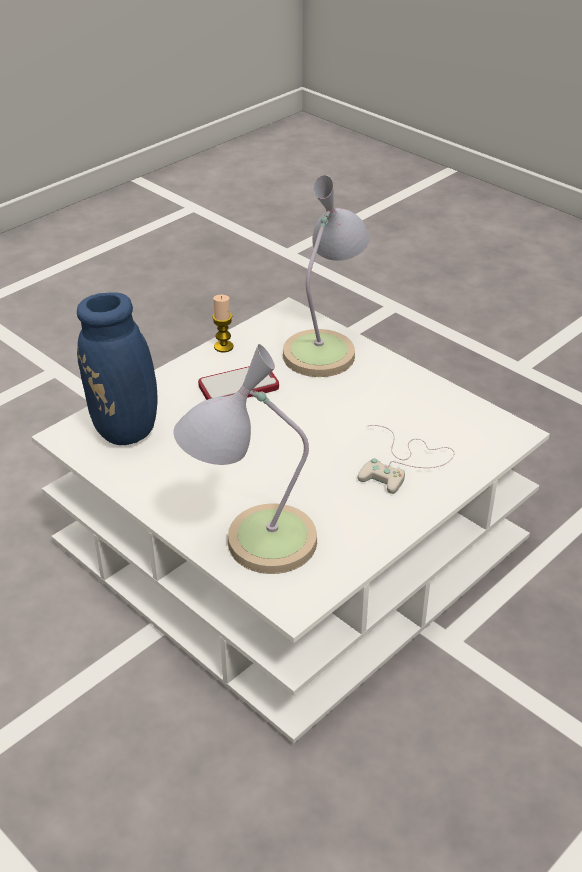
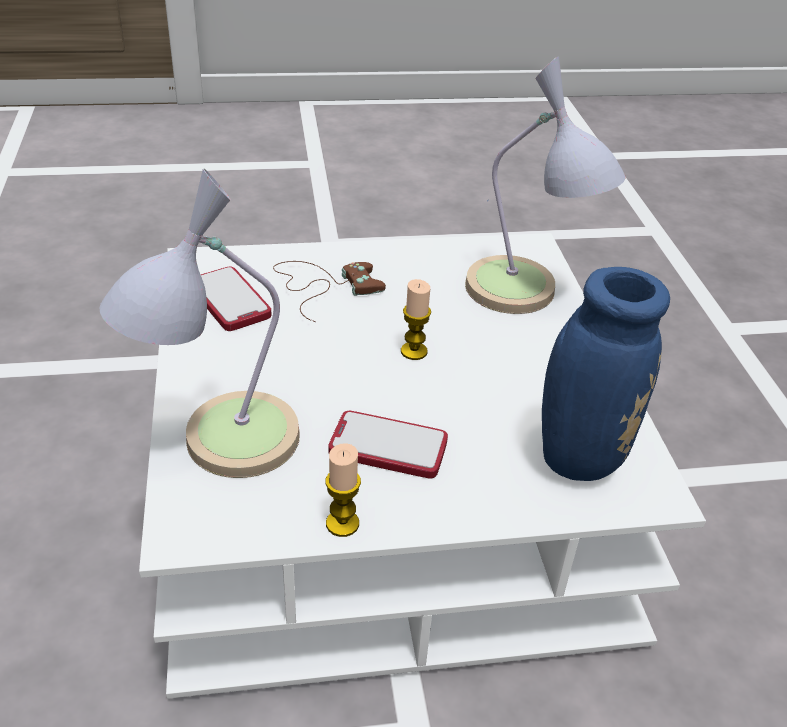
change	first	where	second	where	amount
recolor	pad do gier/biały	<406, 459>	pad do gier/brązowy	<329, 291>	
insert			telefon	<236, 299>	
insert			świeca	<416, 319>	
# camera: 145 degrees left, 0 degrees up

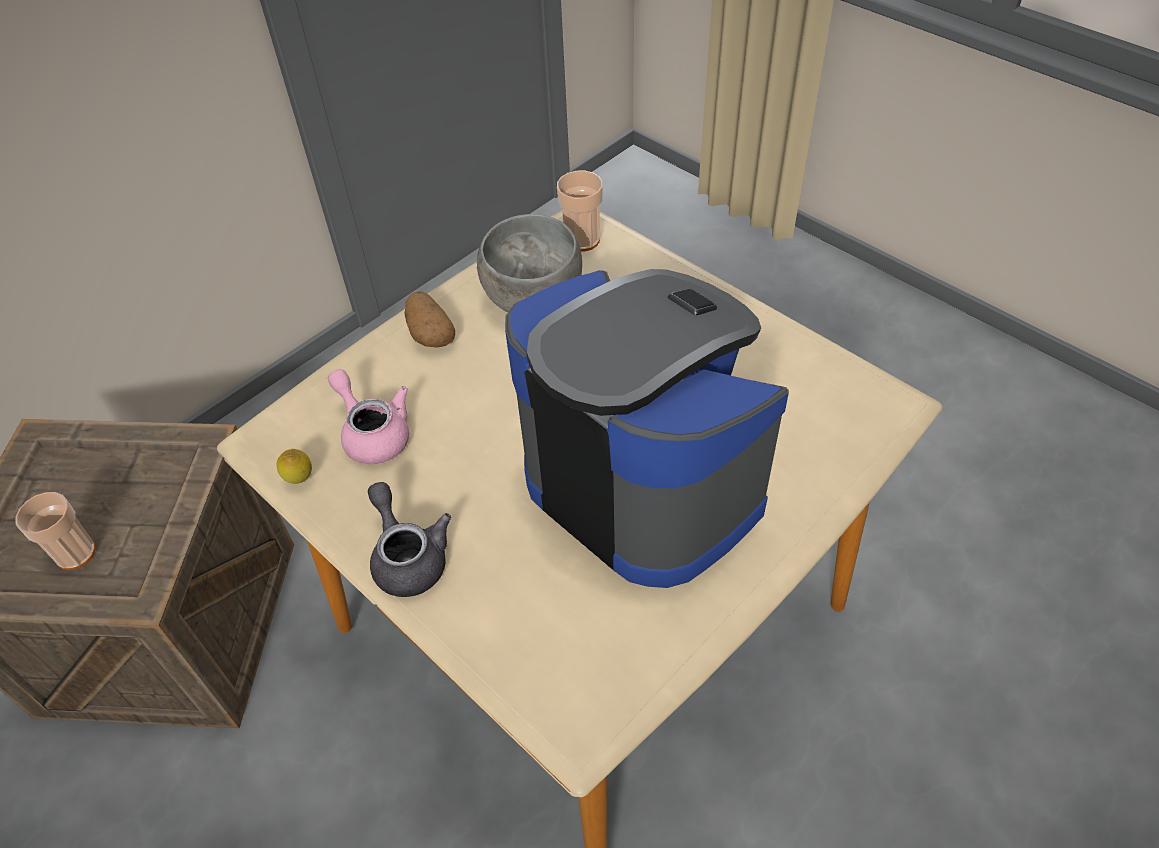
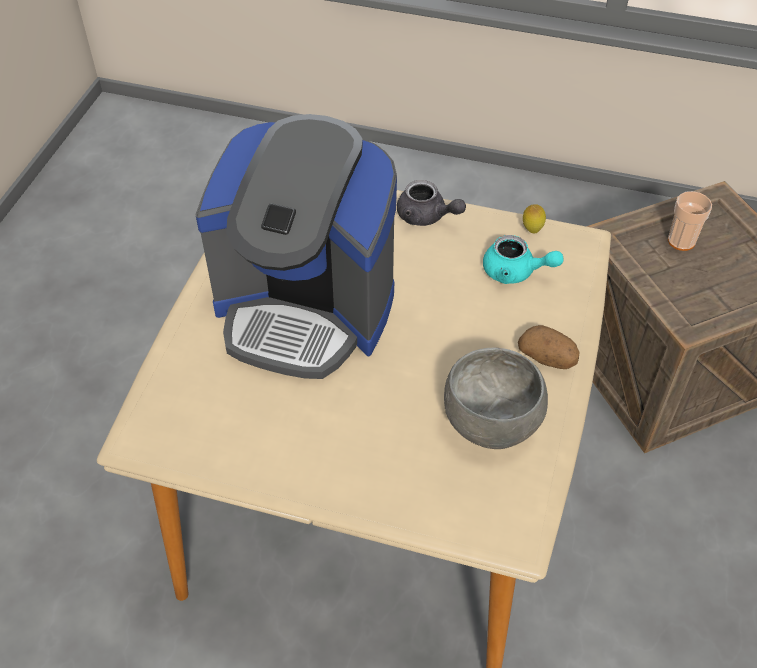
change	first	where	second	where	amount
recolor	imbryk/różowy	<368, 416>	imbryk/turkusowy	<523, 259>	
delete	filiżanka	<580, 211>			
# camera: 150 degrees right, 0 degrees up

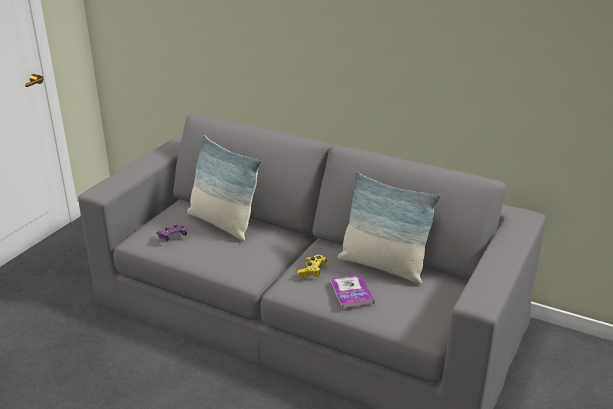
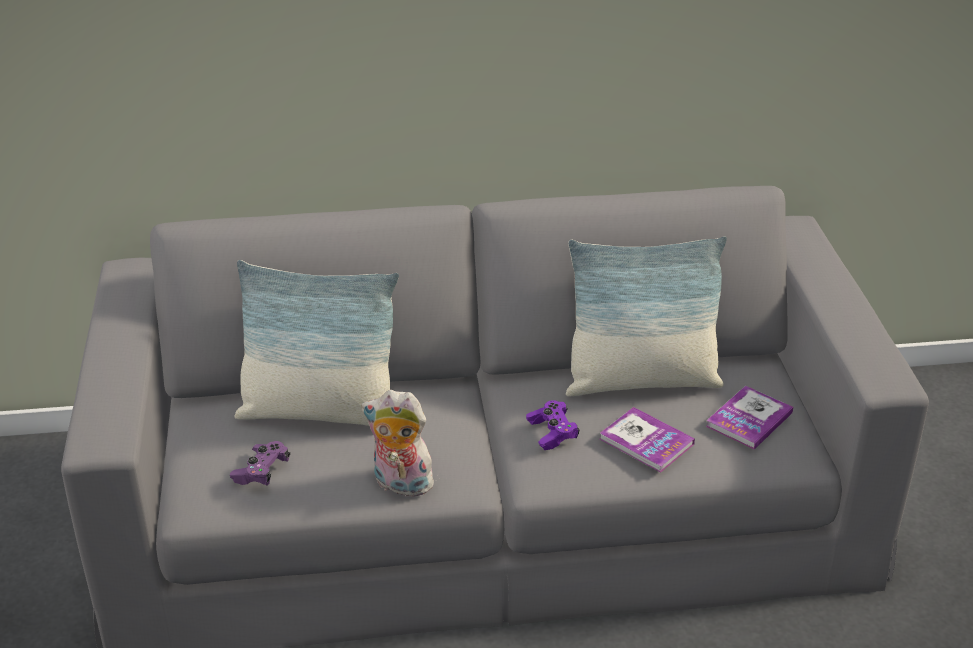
change	first	where	second	where	amount
recolor	pad do gier/żółty	<312, 266>	pad do gier/fioletowy	<553, 425>	
insert			pluszak	<399, 445>	
insert			książka	<749, 417>	
# camera: 35 degrees left, 5 degrees up

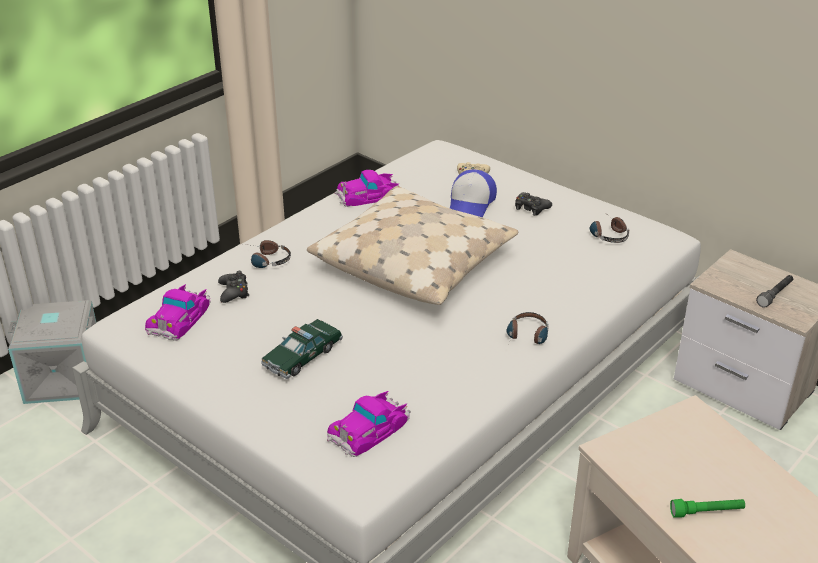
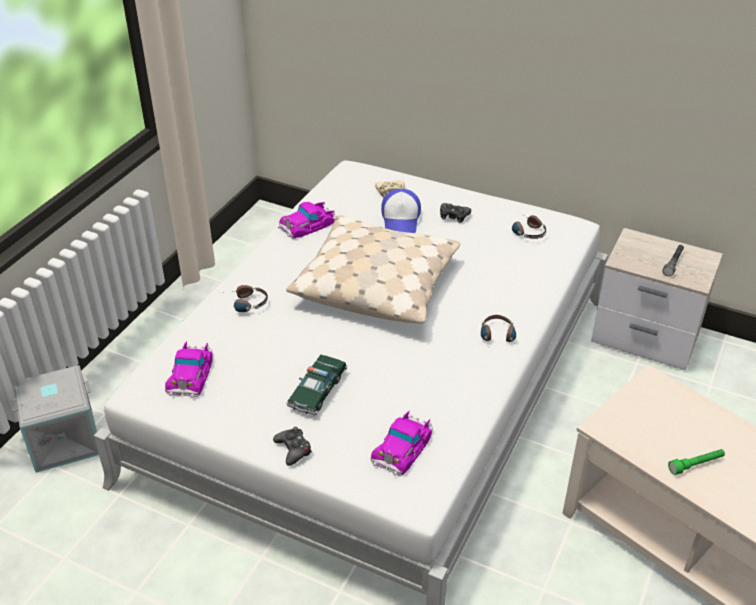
change	first	where	second	where	amount
move	pad do gier/czarny	<233, 287>		<292, 446>	
# camera: 15 degrees left, 5 degrees up

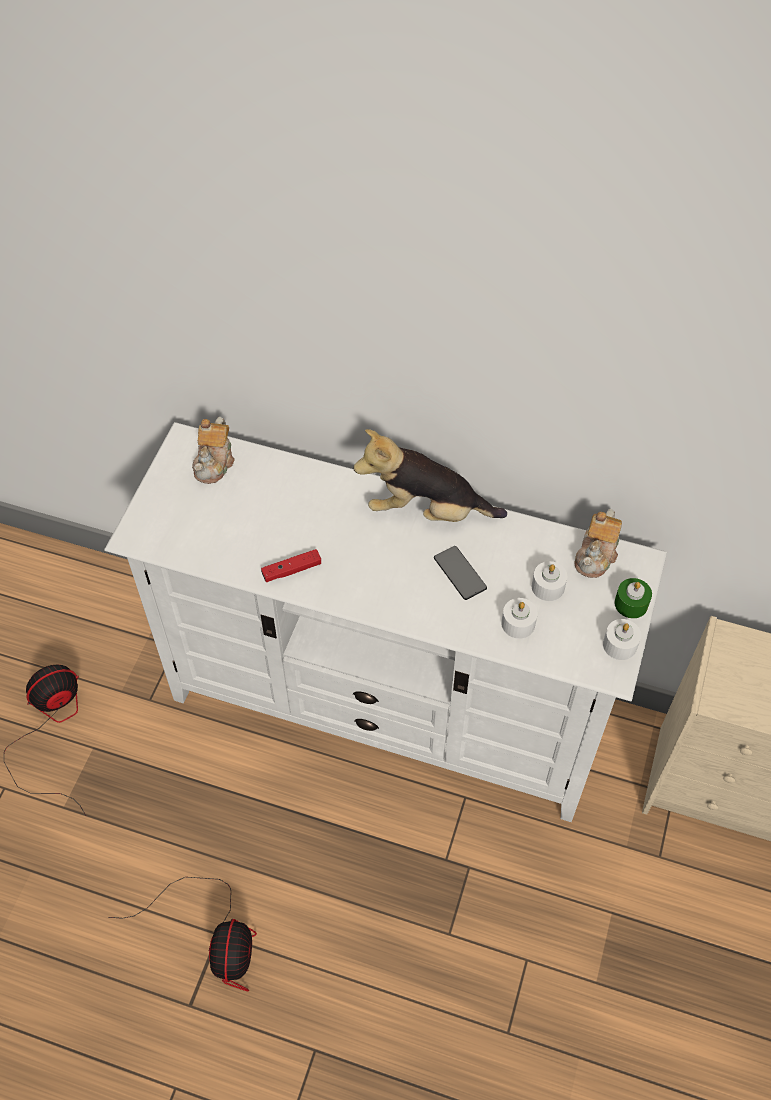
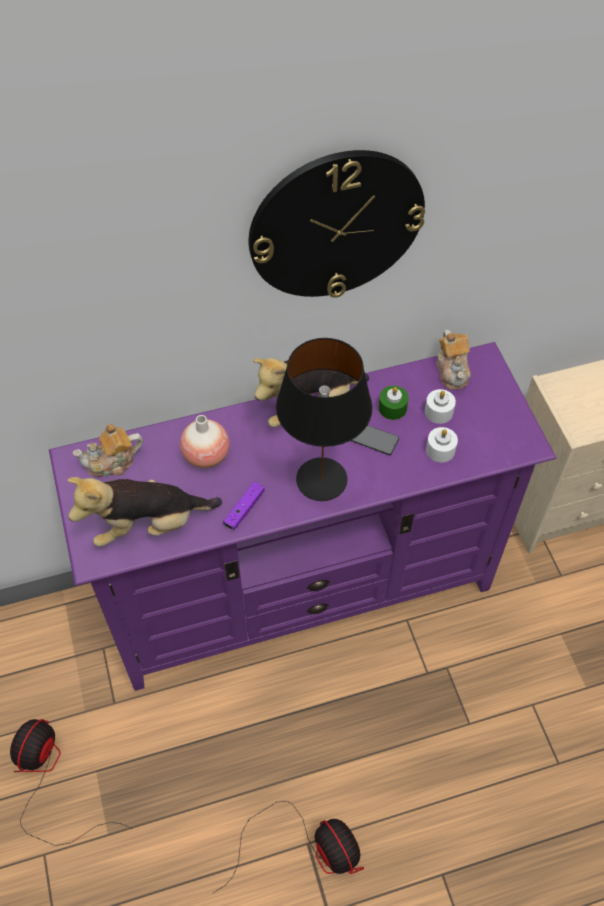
change	first	where	second	where	amount
recolor	szafka pod telewizor/biały	<385, 622>	szafka pod telewizor/fioletowy	<302, 516>	
rotate	imbryk	<213, 450>		<107, 450>	90 degrees clockwise
recolor	pad do gier/czerwony	<291, 565>	pad do gier/fioletowy	<244, 506>	
delete	świeca/biały	<622, 639>			
move	świeca/zielony	<633, 598>		<393, 403>	
insert			pluszak	<144, 512>	
insert			wazon	<204, 441>	
insert			zegar ścienny	<337, 224>	
insert			lampa stołowa/czarny	<324, 419>	
# camera: 35 degrees left, 0 degrees up

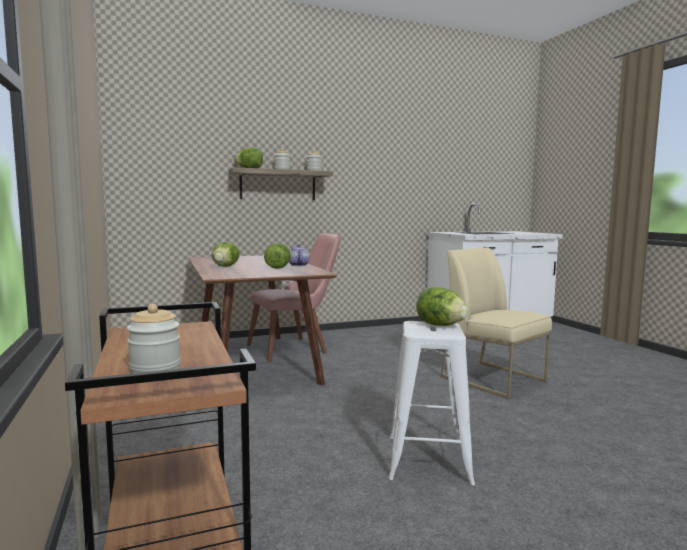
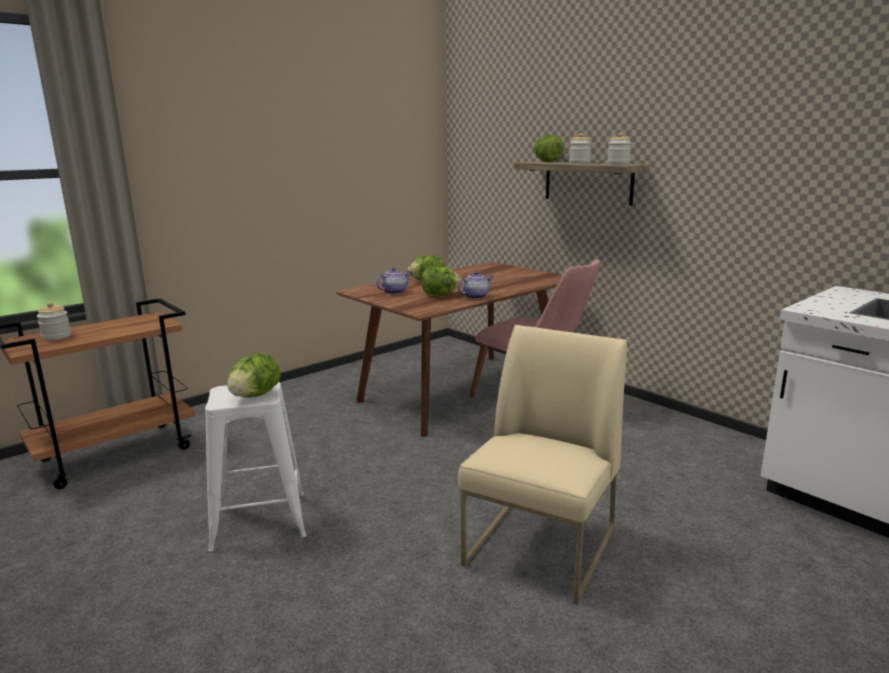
change	first	where	second	where	amount
insert			imbryk	<393, 281>	
# camera: 70 degrees right, 10 degrees up

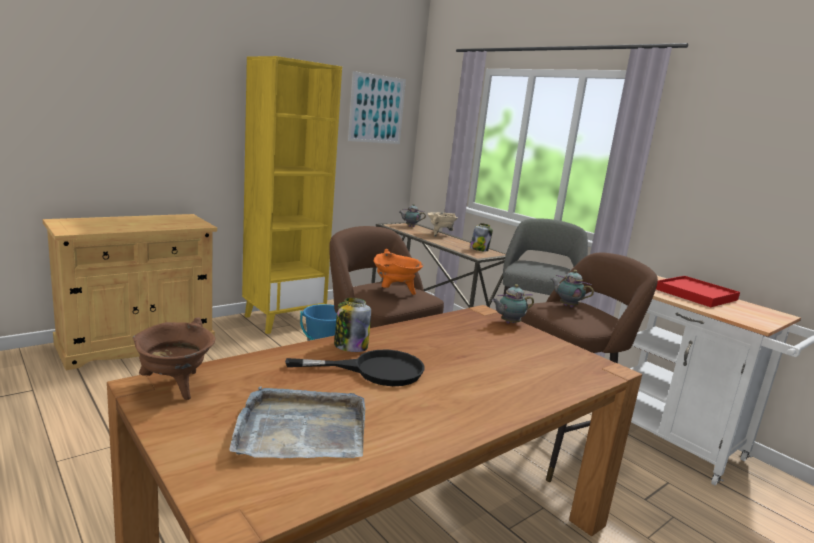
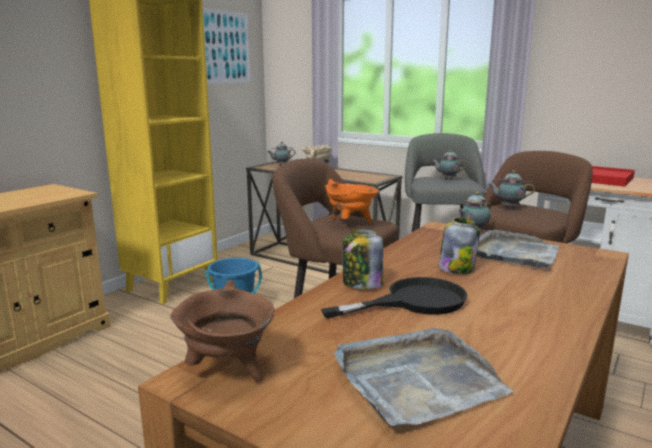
change	first	where	second	where	amount
move	słoik	<481, 237>		<459, 246>	
insert			imbryk	<449, 165>	
insert			taca/szary	<518, 248>	
# camera: 15 degrees left, 0 degrees up

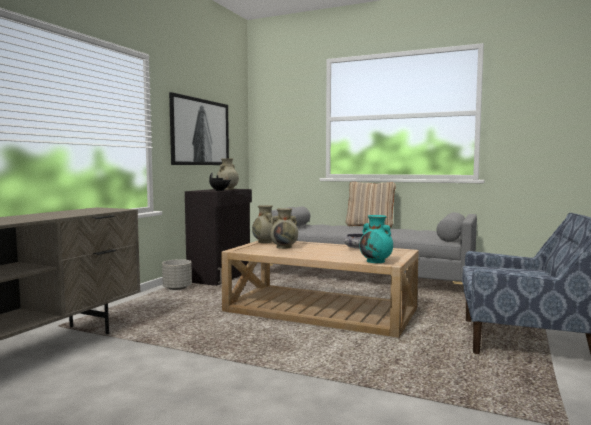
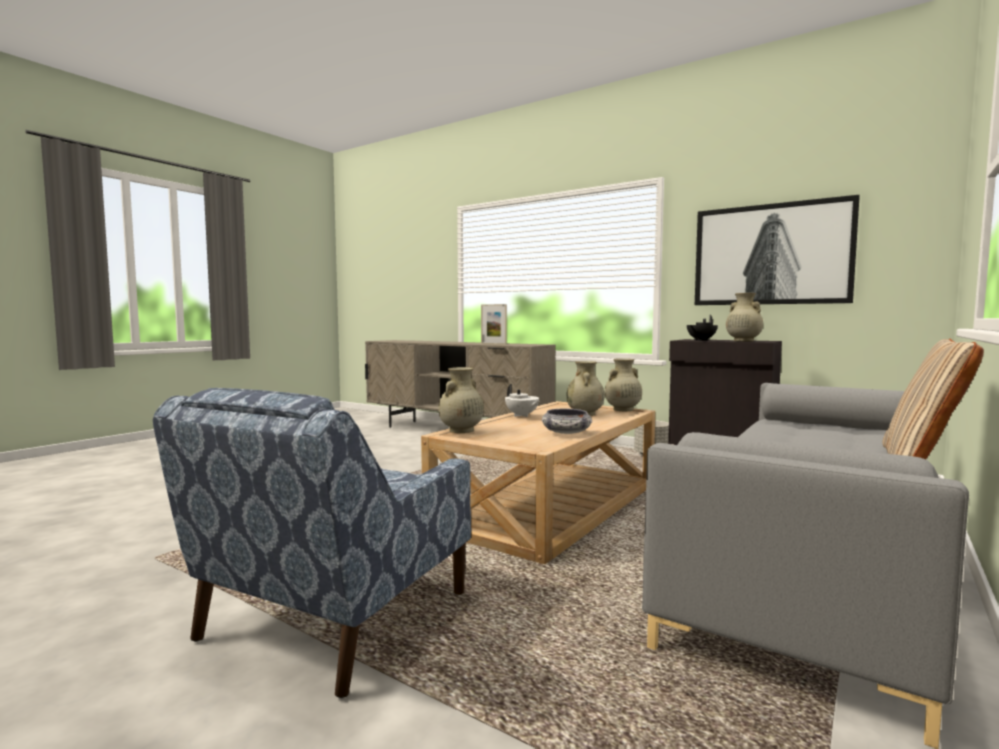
change	first	where	second	where	amount
recolor	wazon/turkusowy	<376, 239>	wazon/beżowy	<461, 400>	
insert			ramka na zdjęcie	<494, 324>	
insert			imbryk/biały	<522, 400>	
# camera: 100 degrees right, 0 degrees up

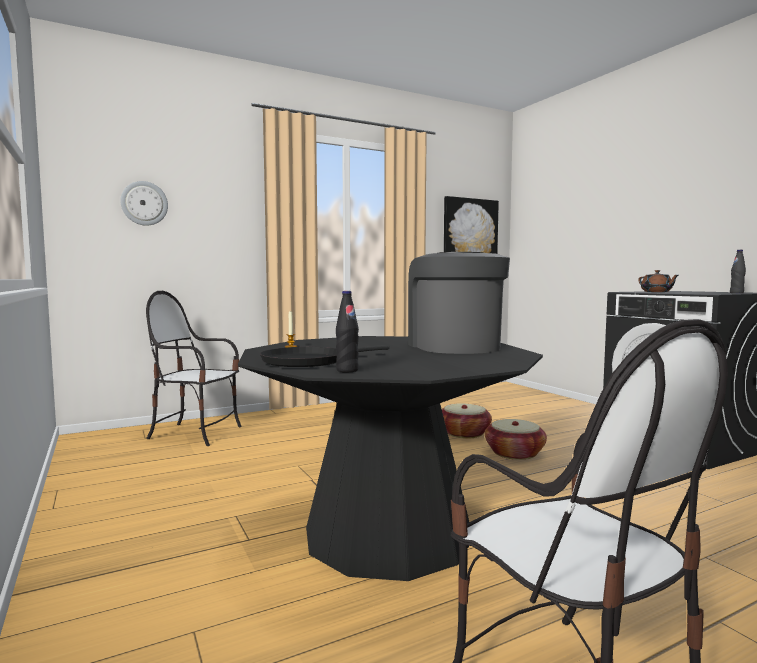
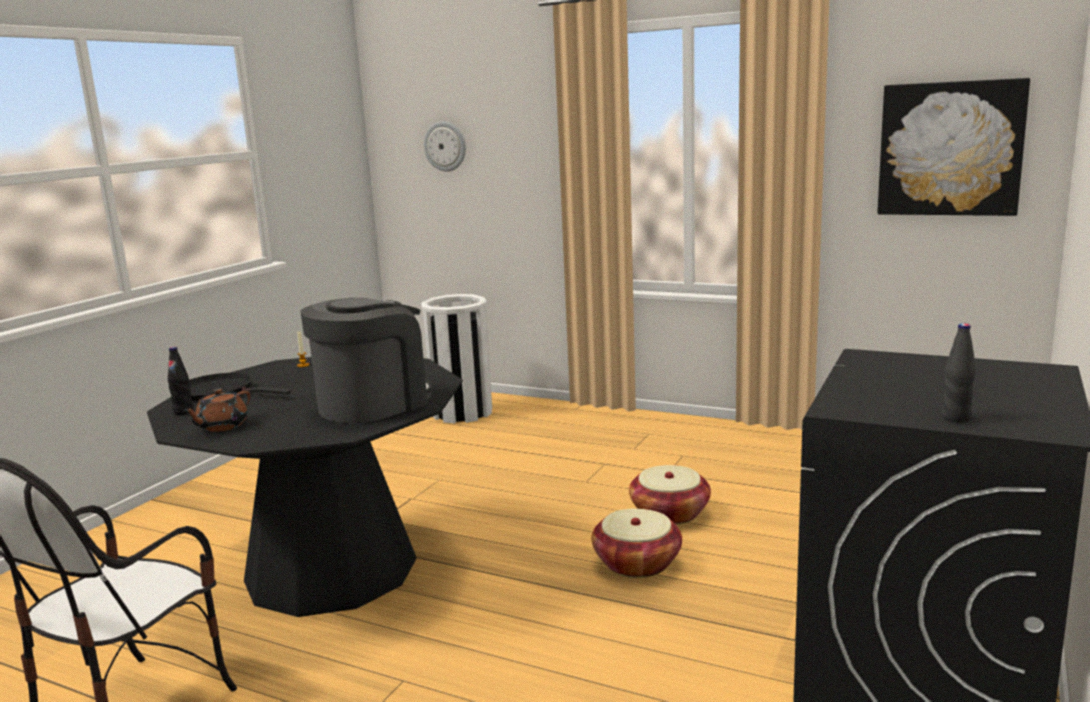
change	first	where	second	where	amount
replace	krzesło	<194, 368>	kosz na śmieci/biały	<456, 358>	
move	imbryk/brązowy	<658, 281>		<216, 410>	
# camera: 55 degrees right, 10 degrees up

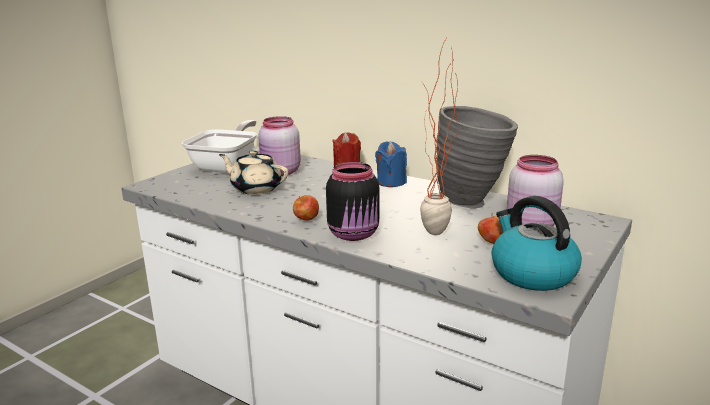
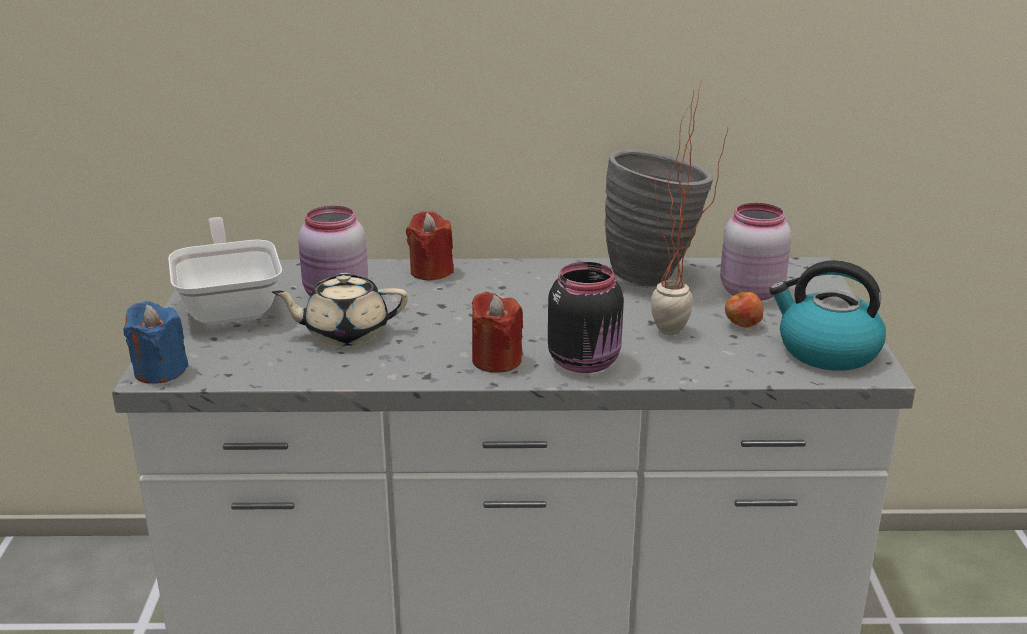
change	first	where	second	where	amount
replace	jabłko	<306, 207>	świeca/czerwony	<497, 332>	
move	świeca/niebieski	<391, 164>		<156, 342>	
# camera: 35 degrees left, 5 degrees up

